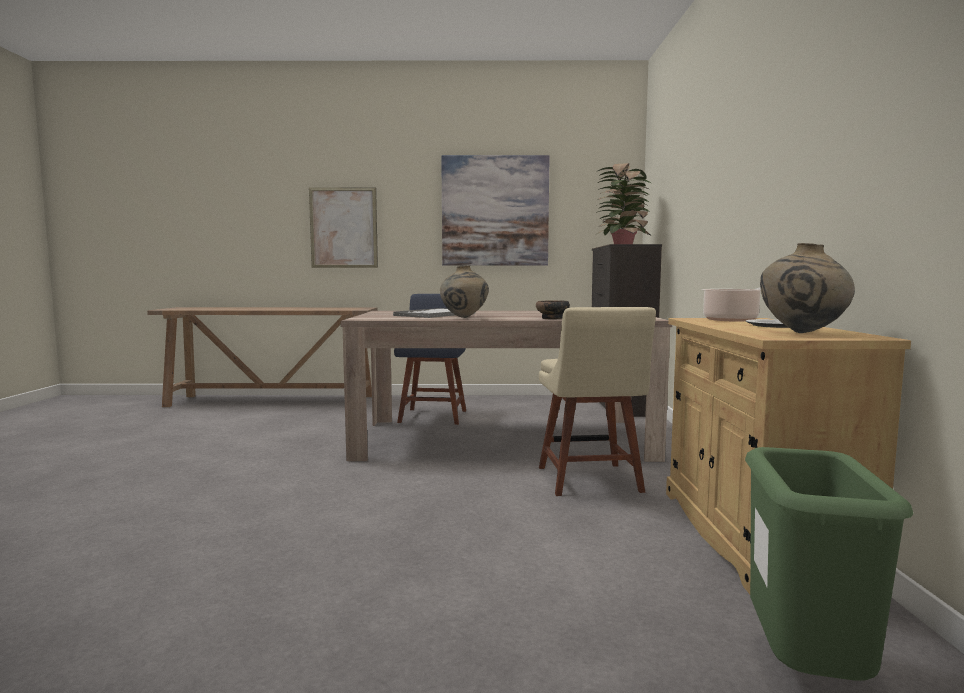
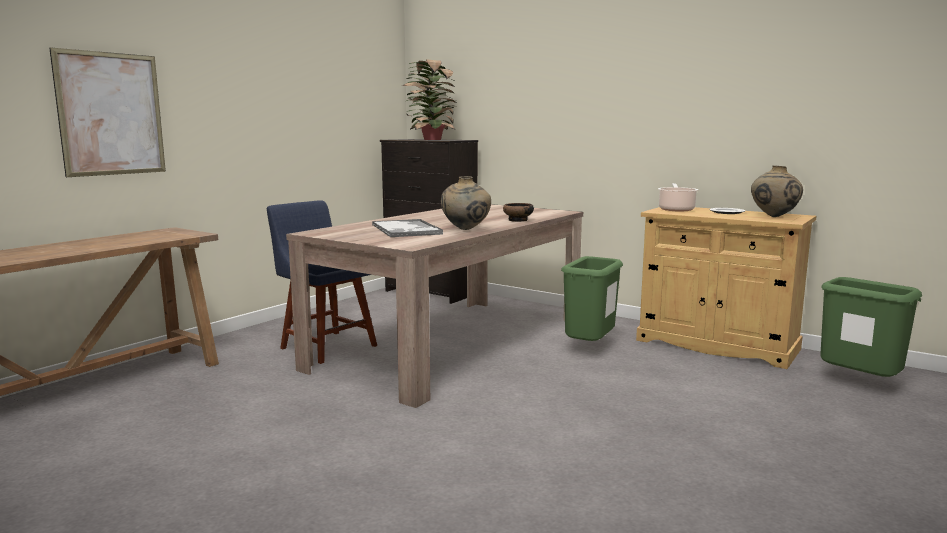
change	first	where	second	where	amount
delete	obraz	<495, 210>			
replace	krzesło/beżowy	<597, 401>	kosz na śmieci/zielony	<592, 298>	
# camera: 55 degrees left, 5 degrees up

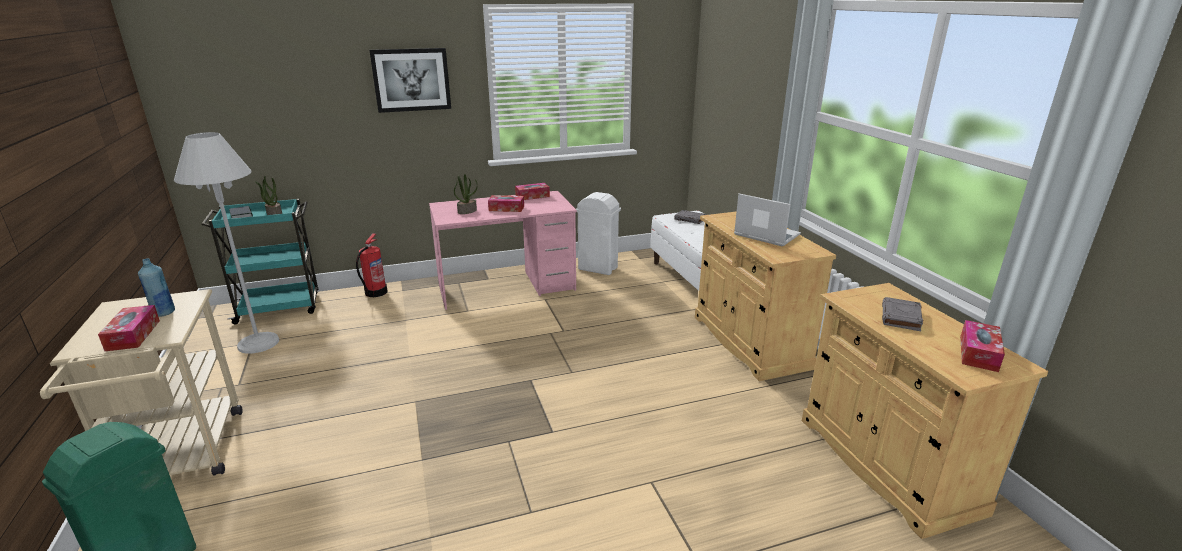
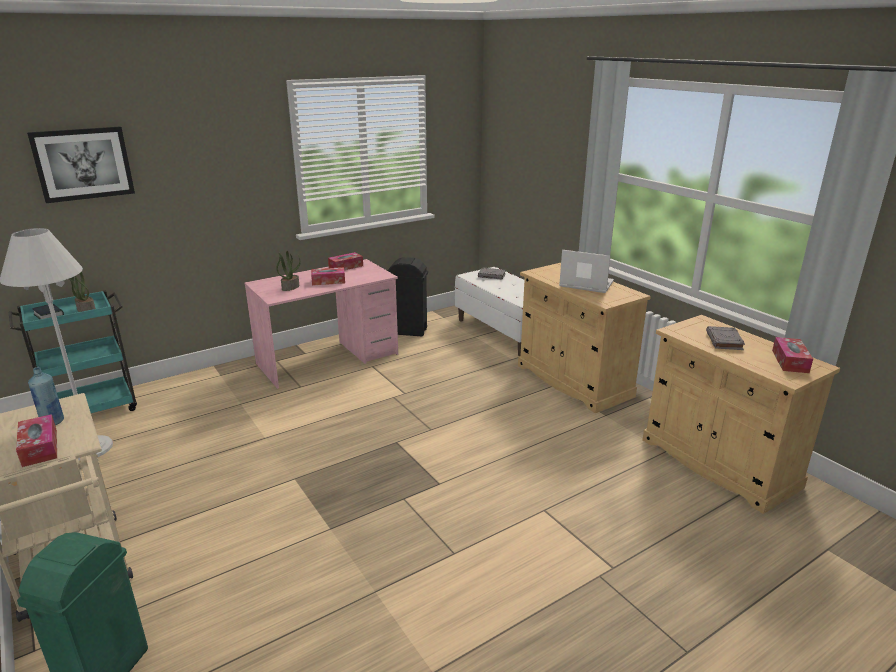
change	first	where	second	where	amount
delete	gaśnica	<371, 265>			
move	obraz	<410, 80>		<81, 164>	
recolor	kosz na śmieci/biały	<598, 233>	kosz na śmieci/czarny	<408, 296>	
# camera: 15 degrees left, 0 degrees up

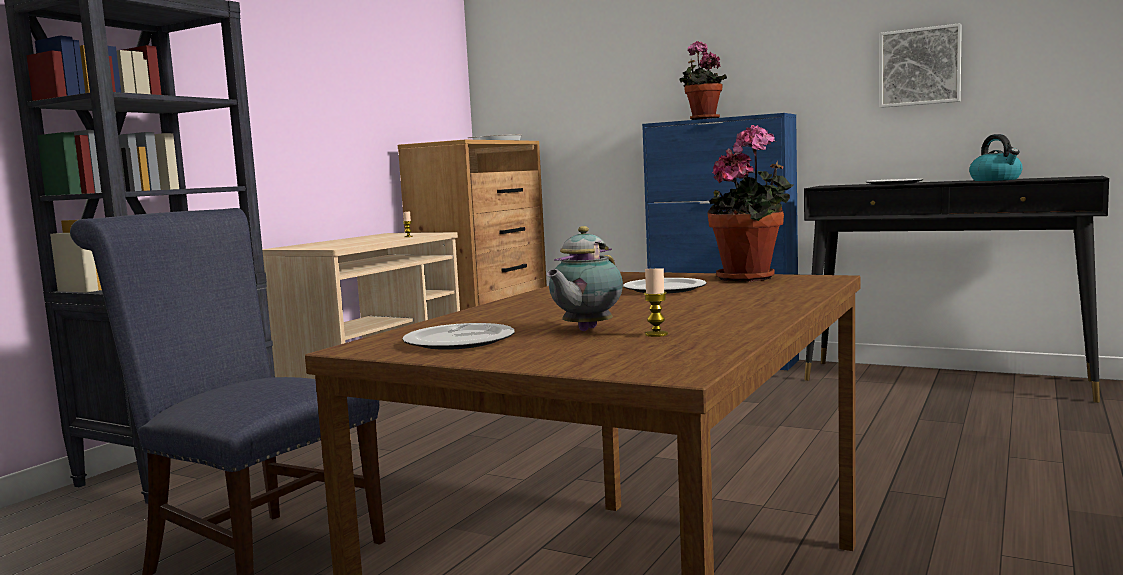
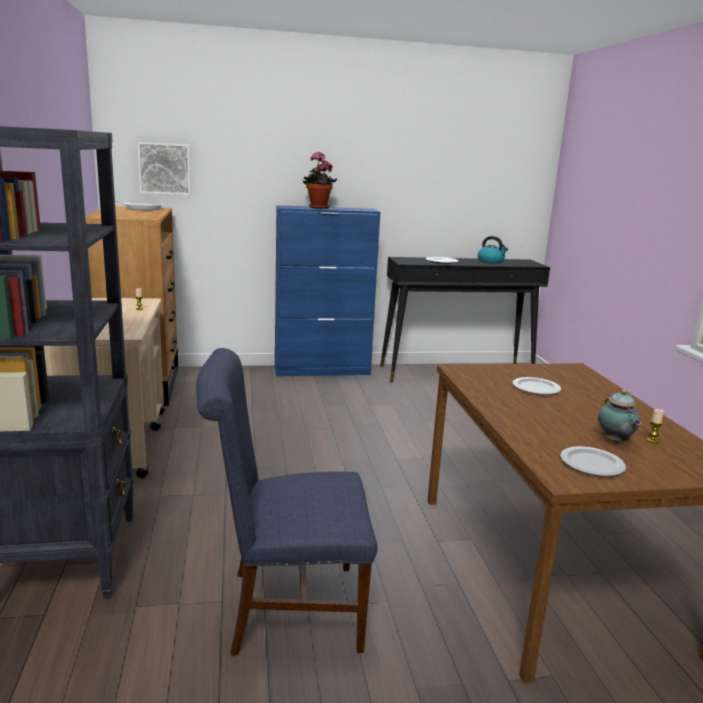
change	first	where	second	where	amount
delete	roślina doniczkowa	<750, 203>			
move	obraz	<921, 65>		<164, 168>	
# camera: 40 degrees left, 10 degrees up

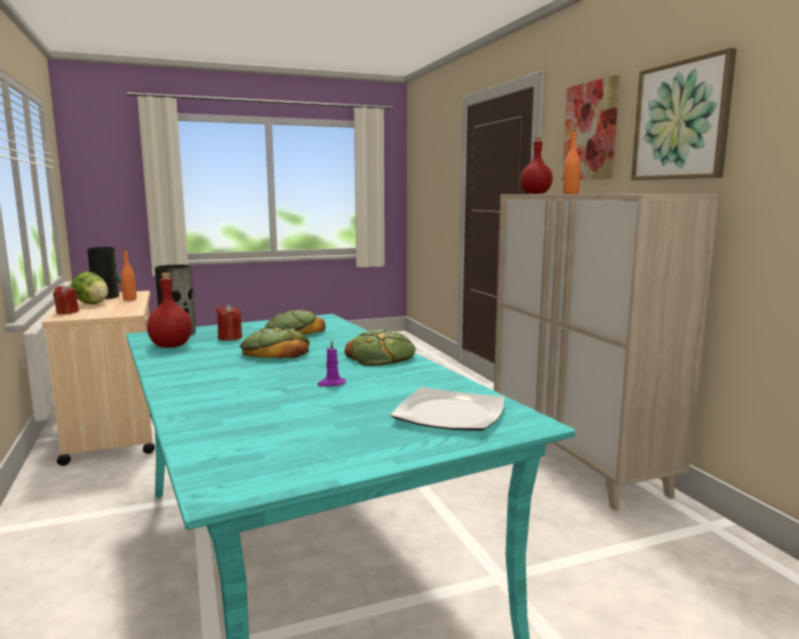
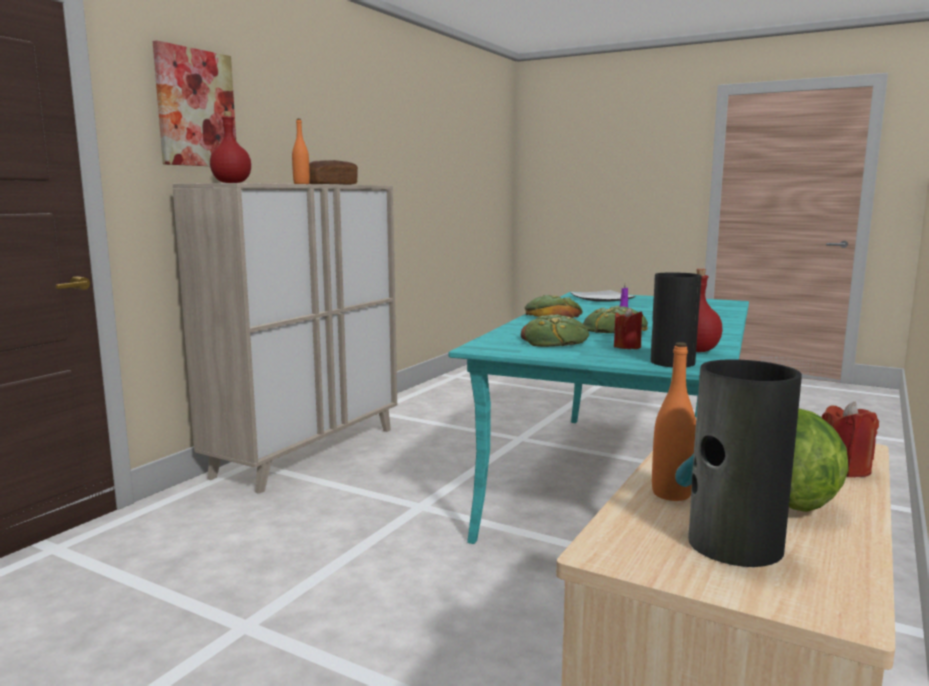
change	first	where	second	where	amount
delete	obraz	<684, 114>			
insert			chleb	<333, 172>	
# camera: 130 degrees left, 0 degrees up

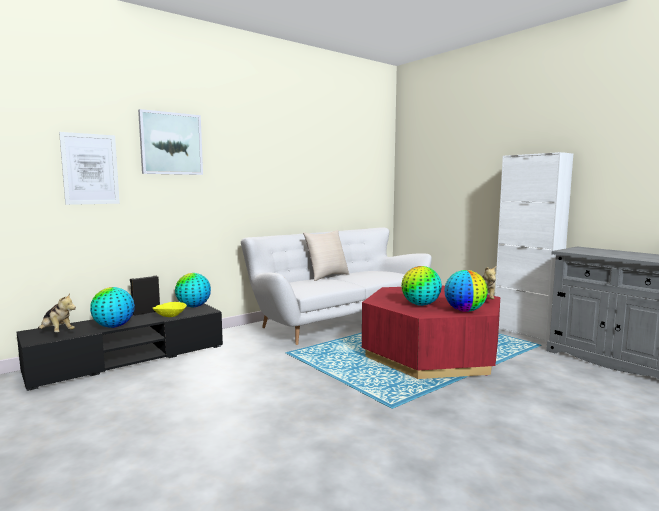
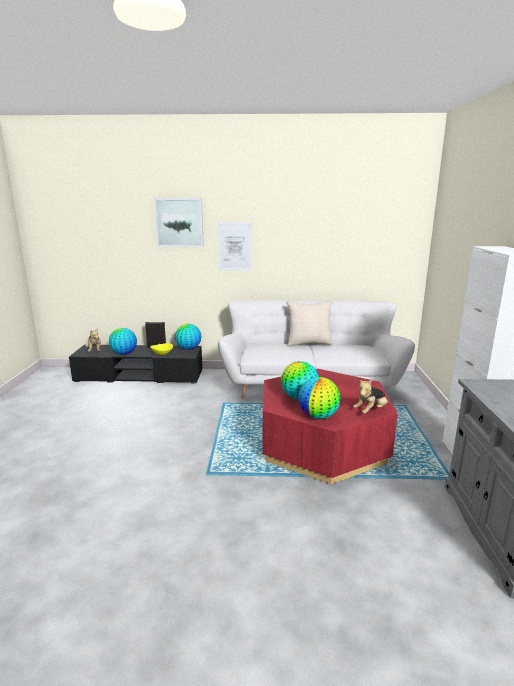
change	first	where	second	where	amount
move	obraz	<89, 168>		<234, 246>	
# camera: 40 degrees right, 10 degrees up

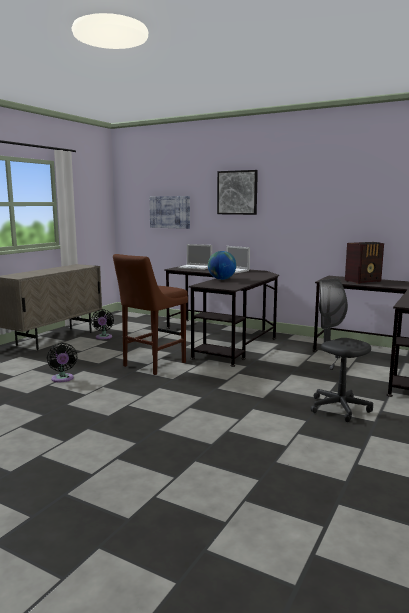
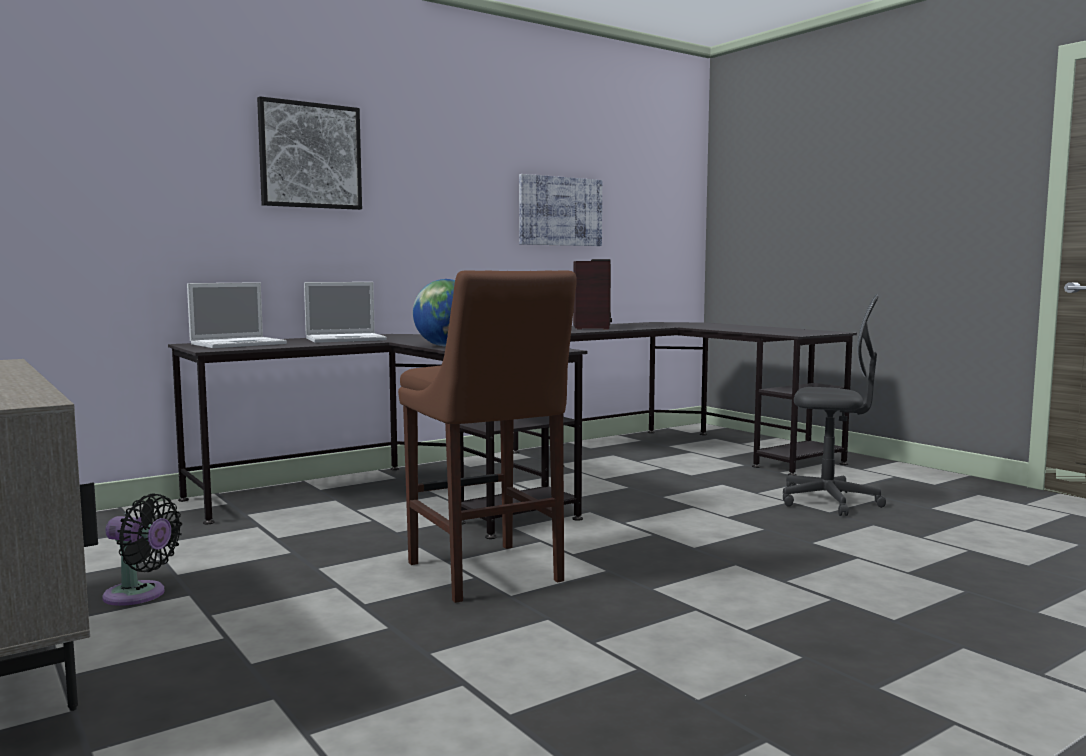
change	first	where	second	where	amount
delete	wentylator/czarny	<62, 362>			
move	obraz	<169, 212>		<560, 210>	
rotate	krzesło biurowe/szary	<342, 350>		<834, 405>	150 degrees counterclockwise
# camera: 65 degrees left, 5 degrees down

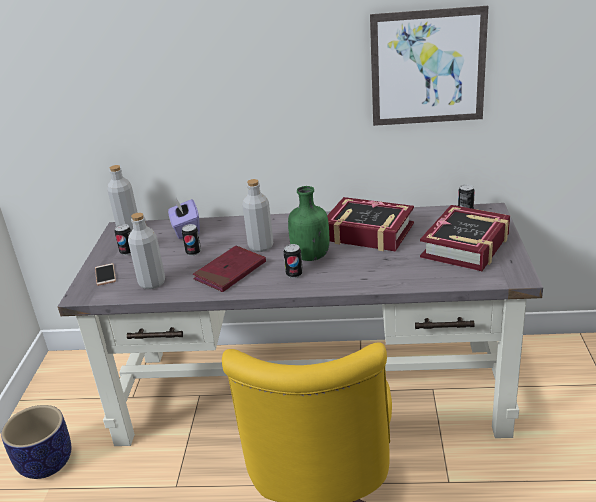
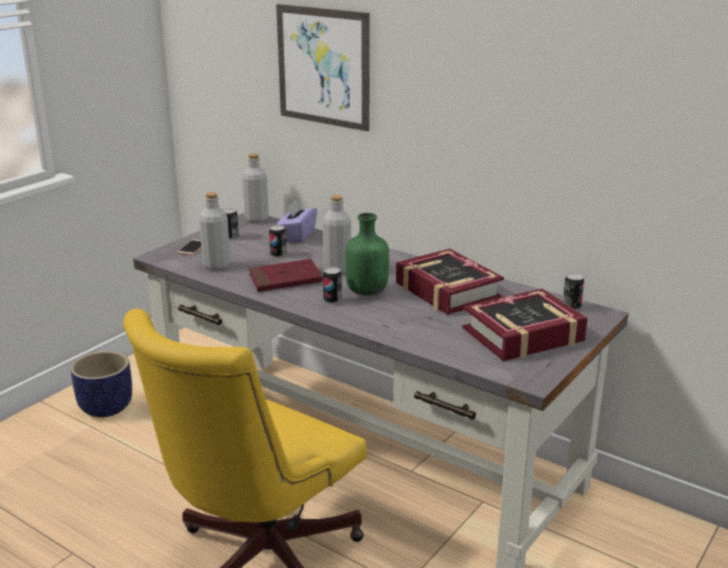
change	first	where	second	where	amount
move	obraz	<429, 66>		<323, 68>	
# camera: 30 degrees right, 5 degrees down

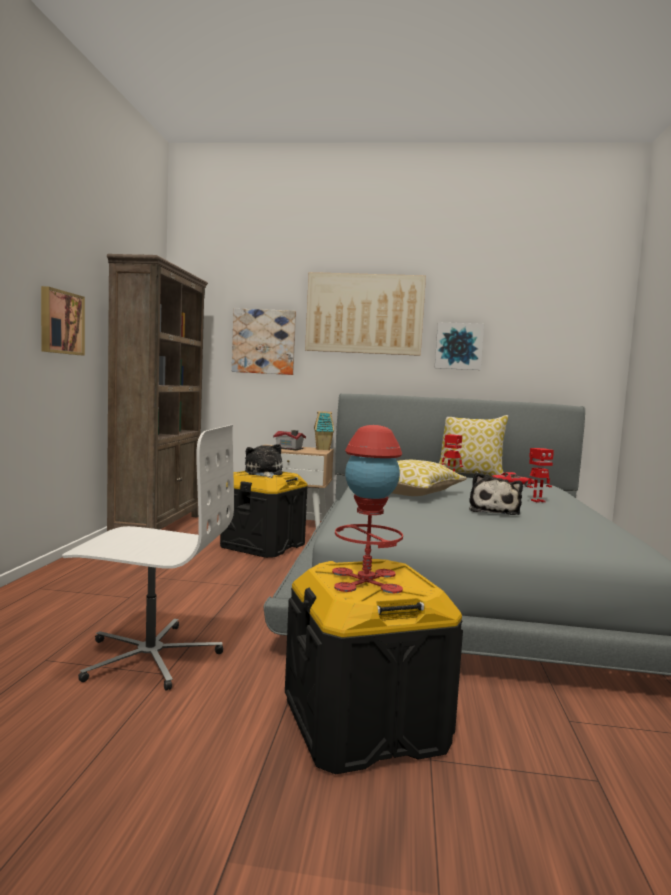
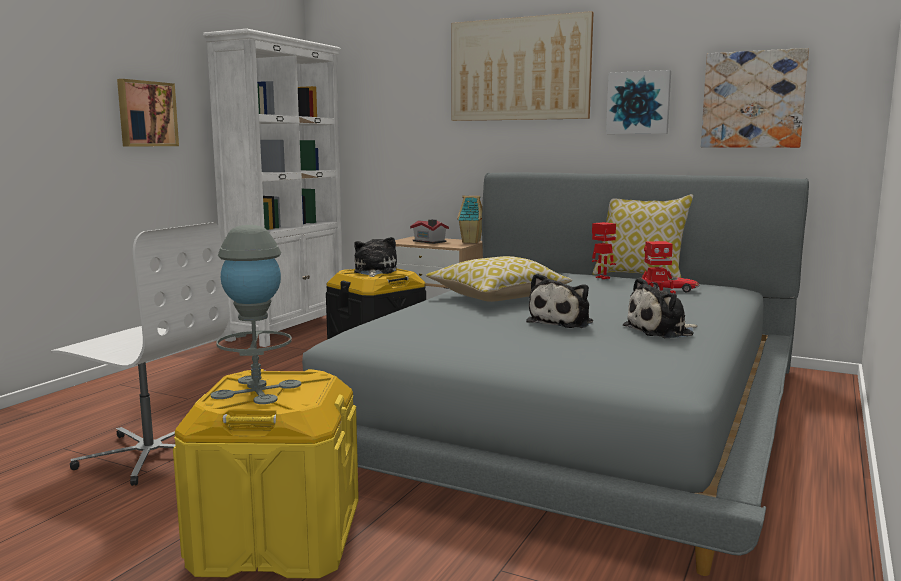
change	first	where	second	where	amount
recolor	regał/brązowy	<157, 392>	regał/biały	<273, 187>	
move	obraz	<264, 341>		<755, 98>	
recolor	pojemnik do przechowywania/czarny	<374, 667>	pojemnik do przechowywania/żółty	<266, 474>	
recolor	lampa stołowa/czerwony	<367, 509>	lampa stołowa/szary	<256, 314>	
insert			pluszak	<660, 307>	
# camera: 20 degrees right, 5 degrees up

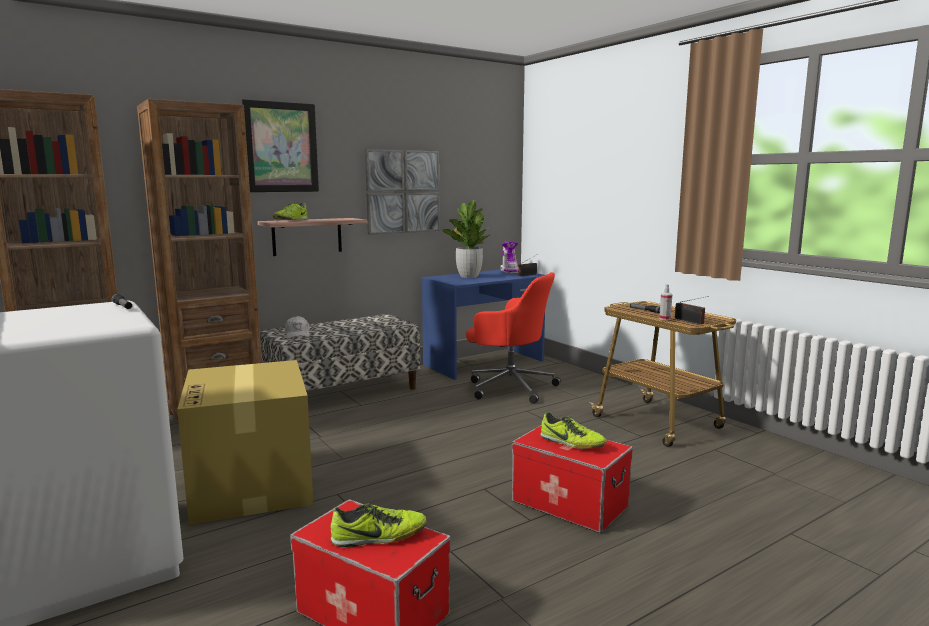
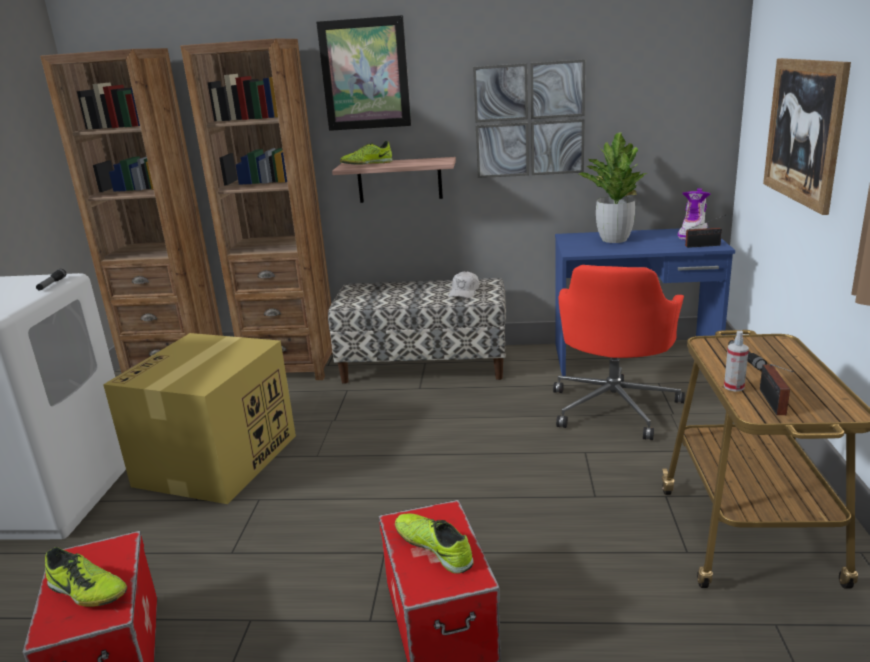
change	first	where	second	where	amount
move	czapka z daszkiem/biały	<297, 327>		<464, 284>	
rotate	krzesło biurowe/czerwony	<513, 338>		<619, 352>	45 degrees clockwise
rotate	but	<573, 430>		<434, 544>	150 degrees clockwise
insert			obraz	<807, 136>	
# camera: 40 degrees right, 10 degrees up

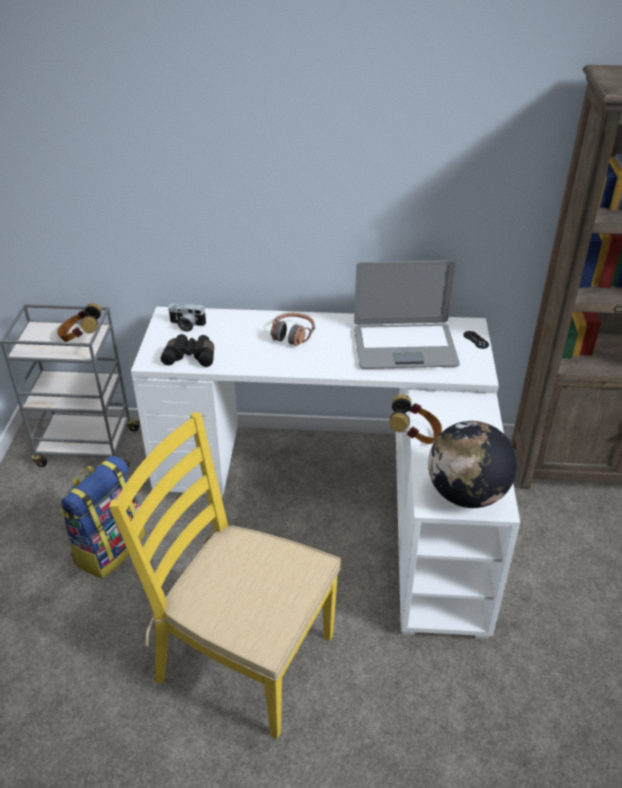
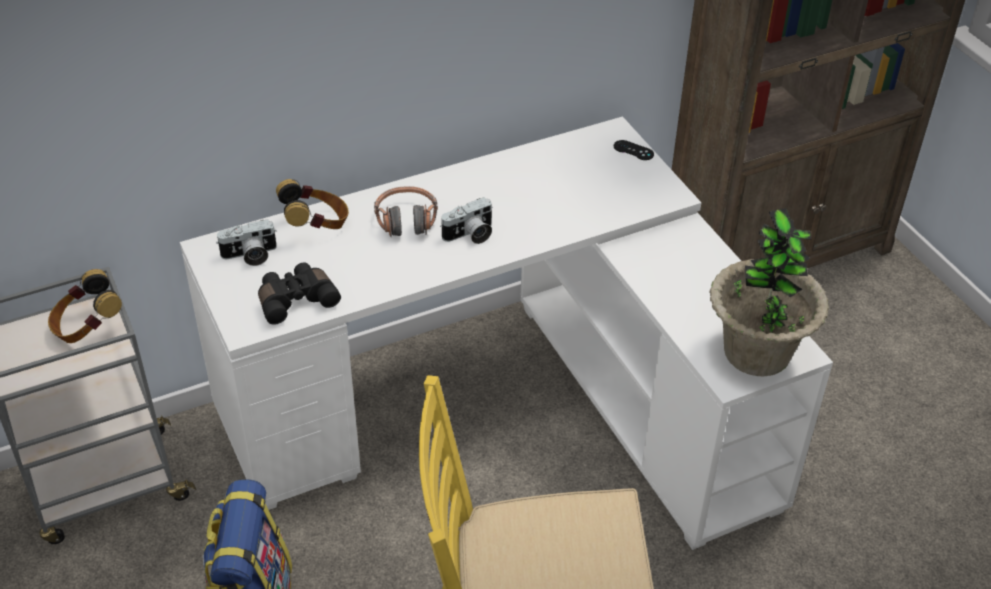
change	first	where	second	where	amount
delete	laptop	<407, 314>			
move	słuchawki	<415, 419>		<312, 204>	
replace	globus	<472, 464>	roślina doniczkowa	<769, 292>	
insert			aparat fotograficzny	<466, 220>	
# camera: 30 degrees left, 5 degrees up

